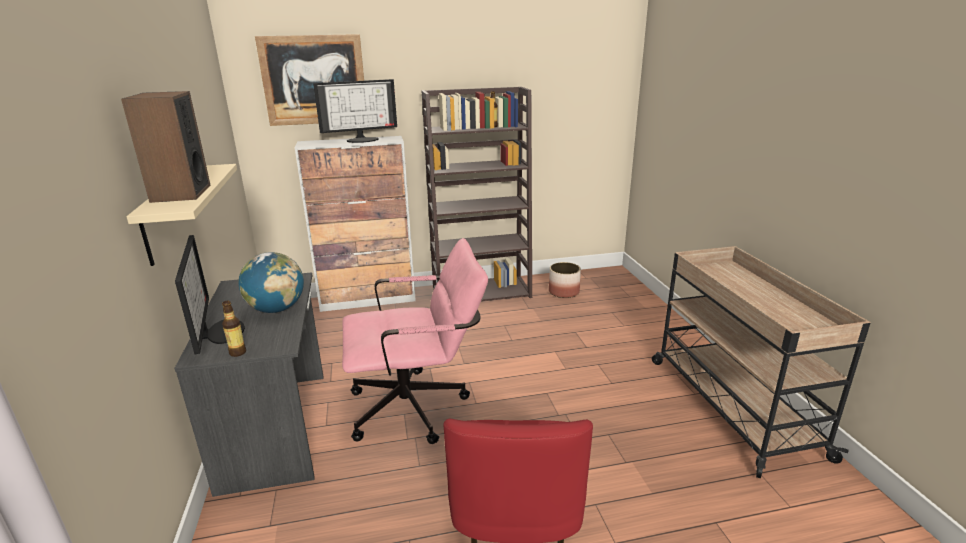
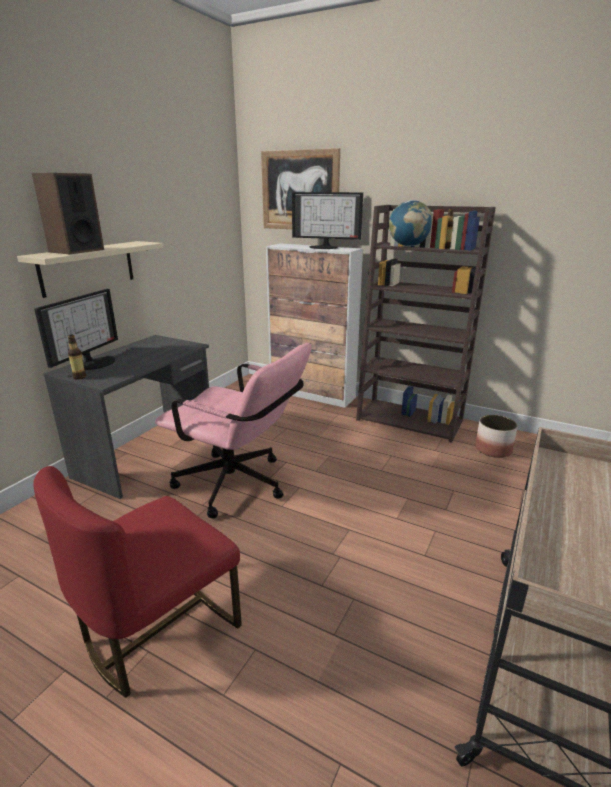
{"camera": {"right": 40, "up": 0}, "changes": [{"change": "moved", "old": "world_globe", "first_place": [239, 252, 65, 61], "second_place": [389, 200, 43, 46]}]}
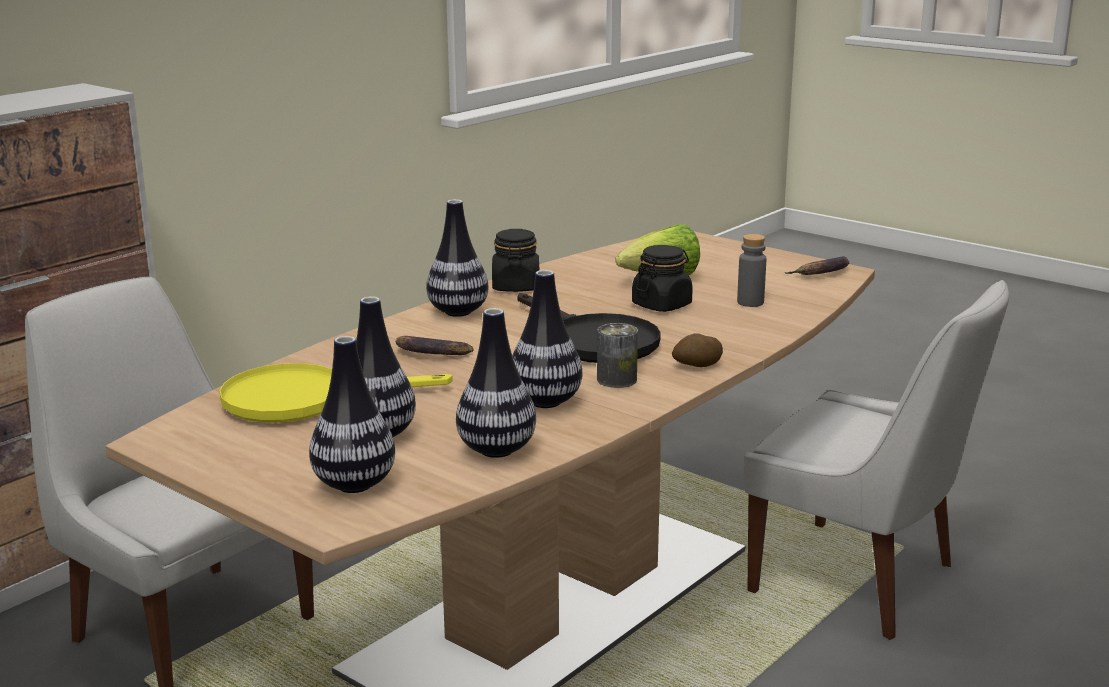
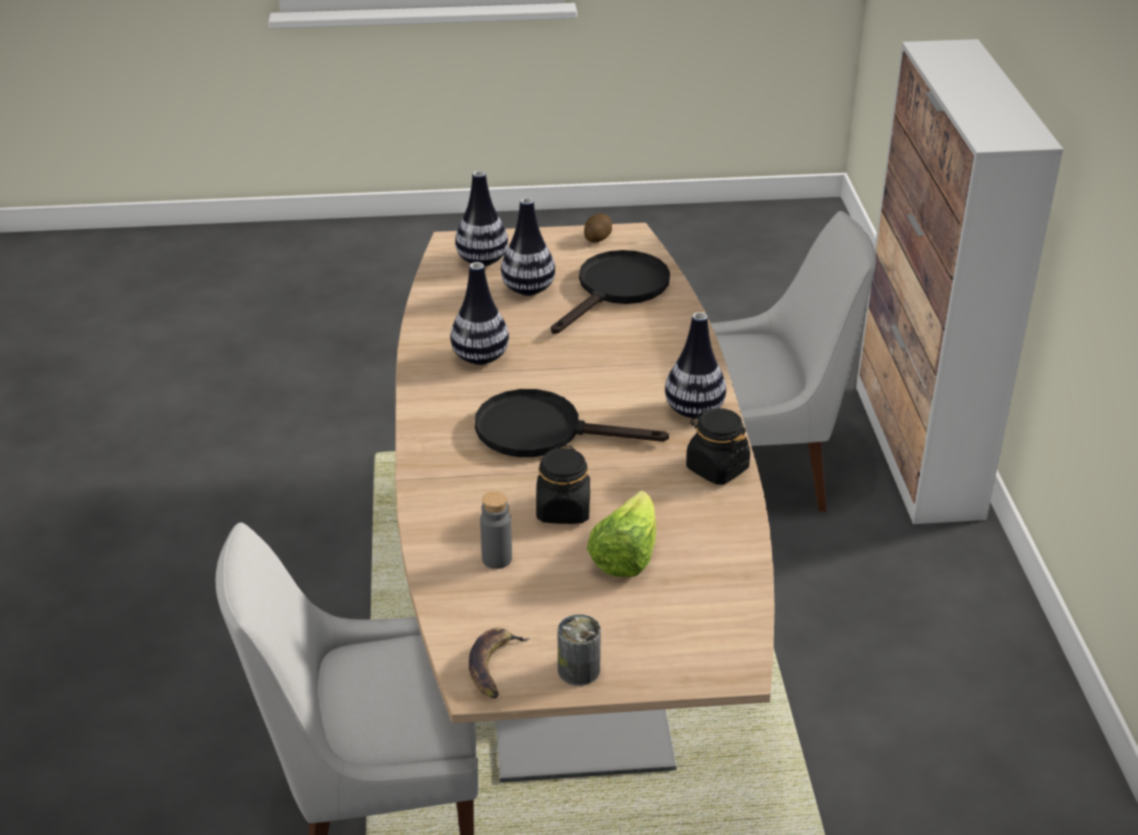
{"camera": {"right": 135, "up": 15}, "changes": [{"change": "removed", "old": "whole_banana", "first_place": [395, 336, 79, 19]}, {"change": "removed", "old": "vase", "first_place": [456, 308, 80, 150]}, {"change": "moved", "old": "metal_can", "first_place": [597, 323, 41, 65], "second_place": [558, 614, 43, 72]}, {"change": "moved", "old": "potato", "first_place": [672, 333, 51, 34], "second_place": [584, 213, 28, 30]}, {"change": "recoloured", "old": "yellow-coloured_pan", "new": "black-coloured_pan", "first_place": [219, 363, 234, 60], "second_place": [551, 250, 119, 84]}]}
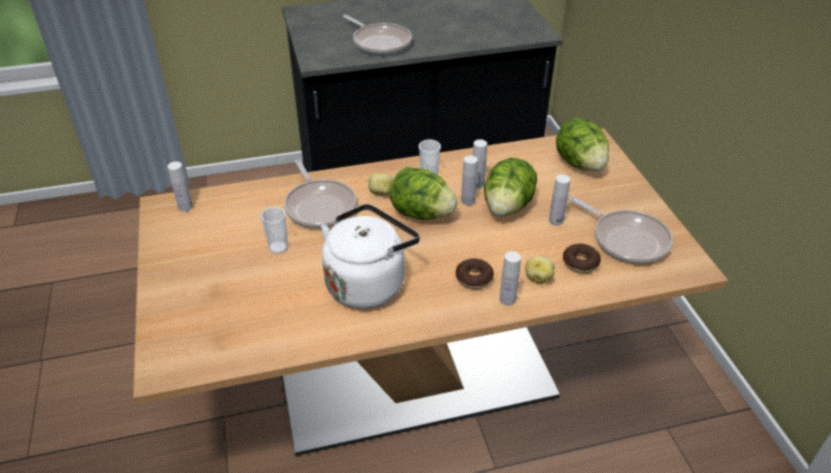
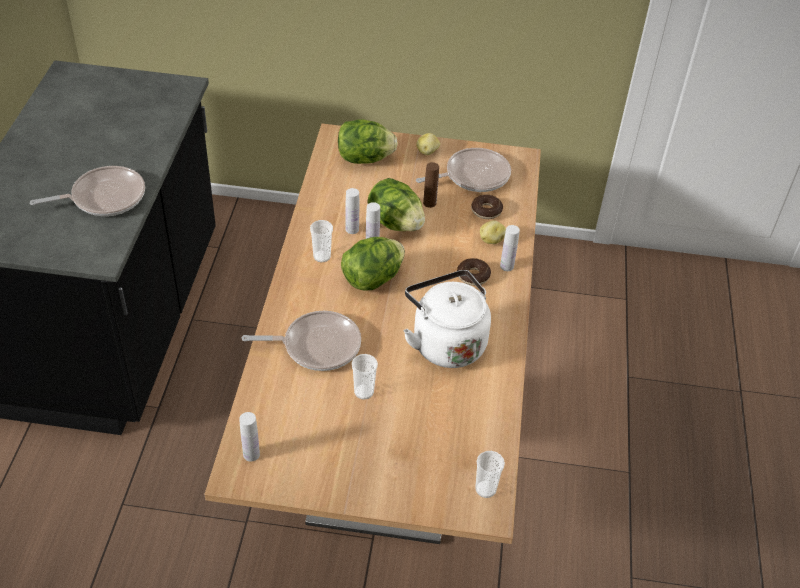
{"camera": {"right": -70, "up": 5}, "changes": [{"change": "added", "new": "drinking_cup", "second_place": [475, 451, 30, 47]}, {"change": "moved", "old": "potato", "first_place": [368, 173, 25, 23], "second_place": [417, 133, 23, 22]}, {"change": "recoloured", "old": "white-coloured_beverage_bottle", "new": "brownish_beverage_bottle", "first_place": [549, 175, 21, 51], "second_place": [423, 162, 16, 46]}]}
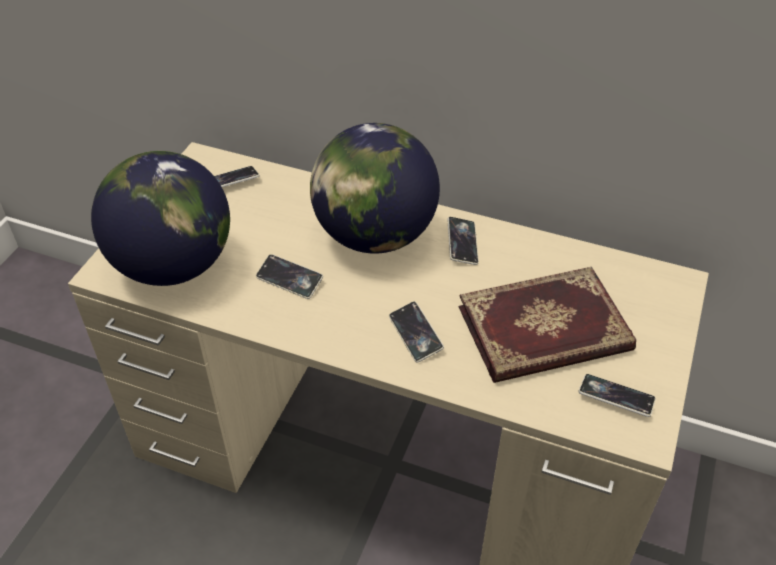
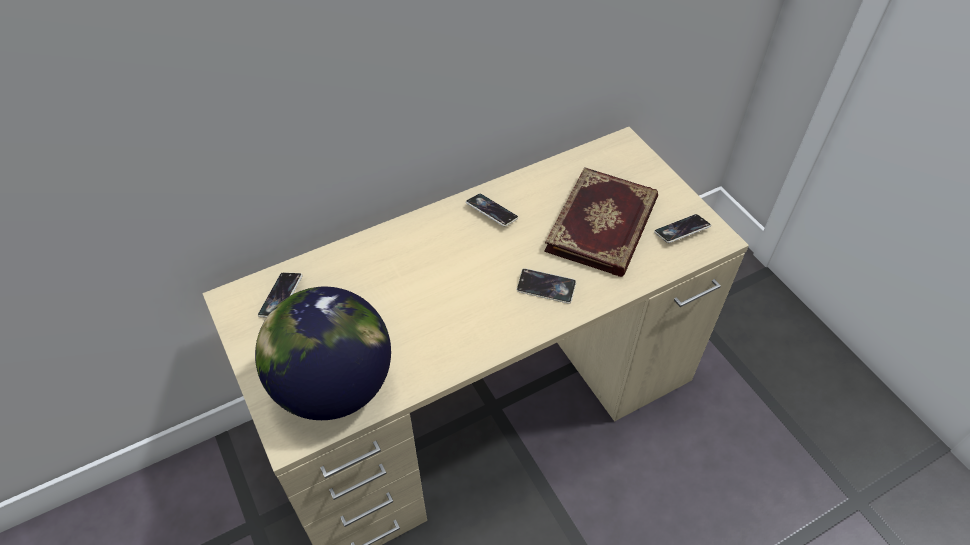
{"camera": {"right": -50, "up": 5}, "changes": [{"change": "removed", "old": "telephone", "first_place": [256, 254, 67, 45]}, {"change": "removed", "old": "world_globe", "first_place": [310, 123, 130, 131]}]}
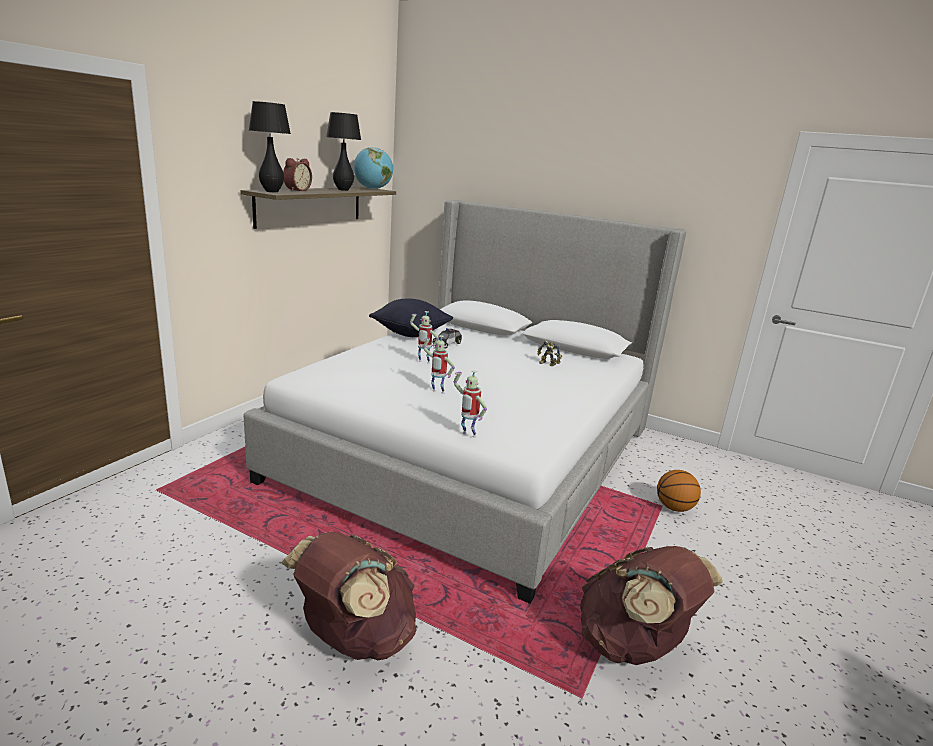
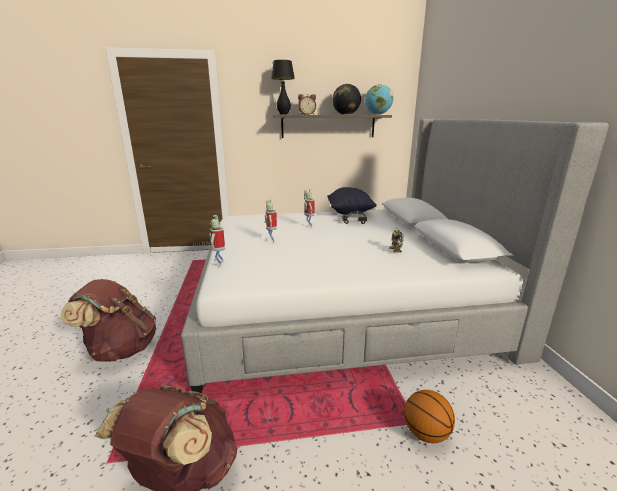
{"camera": {"right": 55, "up": 0}, "changes": [{"change": "replaced", "old": "black-coloured_lamp_for_a_table", "new": "world_globe", "first_place": [326, 112, 35, 79], "second_place": [332, 84, 29, 31]}]}
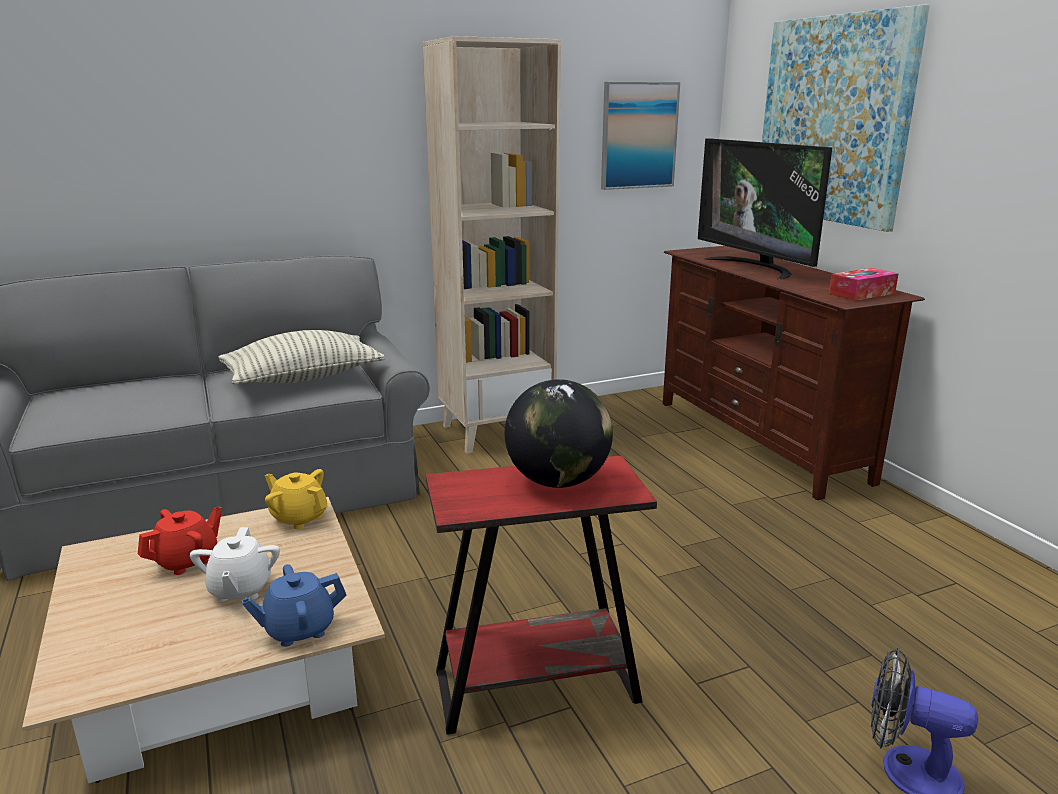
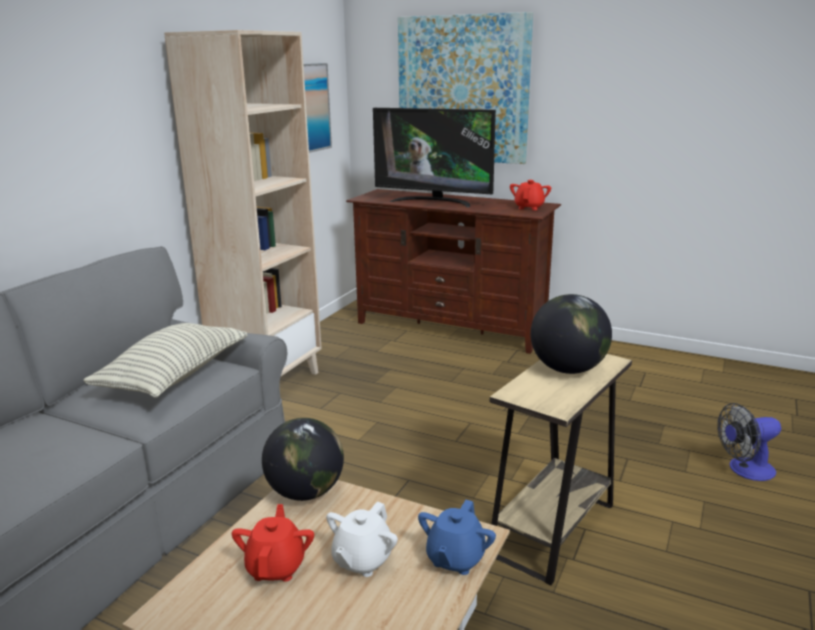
{"camera": {"right": -40, "up": 0}, "changes": [{"change": "replaced", "old": "yellow-coloured_pot_for_tea", "new": "world_globe", "first_place": [265, 469, 62, 60], "second_place": [262, 418, 82, 83]}, {"change": "replaced", "old": "tissue_box", "new": "red-coloured_pot_for_tea", "first_place": [829, 268, 70, 33], "second_place": [510, 180, 41, 30]}, {"change": "recoloured", "old": "red-coloured_accent_table", "new": "beige_accent_table", "first_place": [426, 456, 231, 279], "second_place": [490, 354, 142, 231]}, {"change": "turned", "old": "white-coloured_pot_for_tea", "first_place": [190, 527, 90, 75], "second_place": [326, 501, 72, 76], "degrees": 75}]}
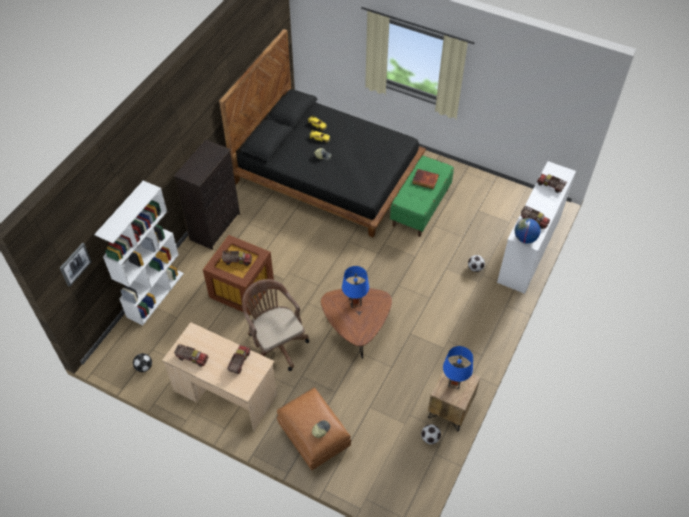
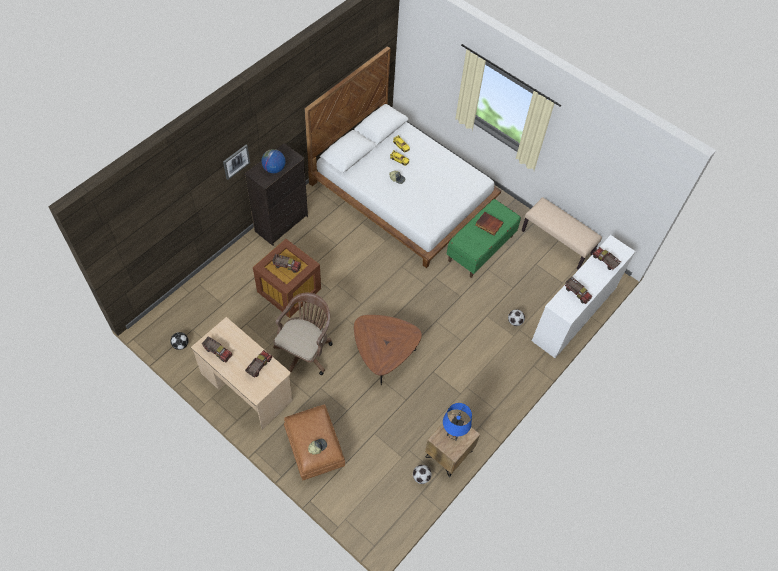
{"camera": {"right": 10, "up": 5}, "changes": [{"change": "removed", "old": "white-coloured_bookcase", "first_place": [94, 181, 90, 144]}, {"change": "removed", "old": "blue-coloured_lamp_for_a_table", "first_place": [342, 266, 27, 42]}, {"change": "added", "new": "beige_long_seat", "second_place": [521, 197, 81, 73]}, {"change": "moved", "old": "wall_art", "first_place": [60, 243, 32, 44], "second_place": [223, 145, 27, 35]}, {"change": "moved", "old": "world_globe", "first_place": [515, 218, 25, 26], "second_place": [261, 149, 25, 24]}, {"change": "recoloured", "old": "black-coloured_sleeping_bed", "new": "white-coloured_sleeping_bed", "first_place": [219, 29, 207, 208], "second_place": [304, 46, 197, 222]}, {"change": "turned", "old": "brownish_computer_chair", "first_place": [242, 279, 67, 92], "second_place": [273, 293, 60, 83], "degrees": 45}]}
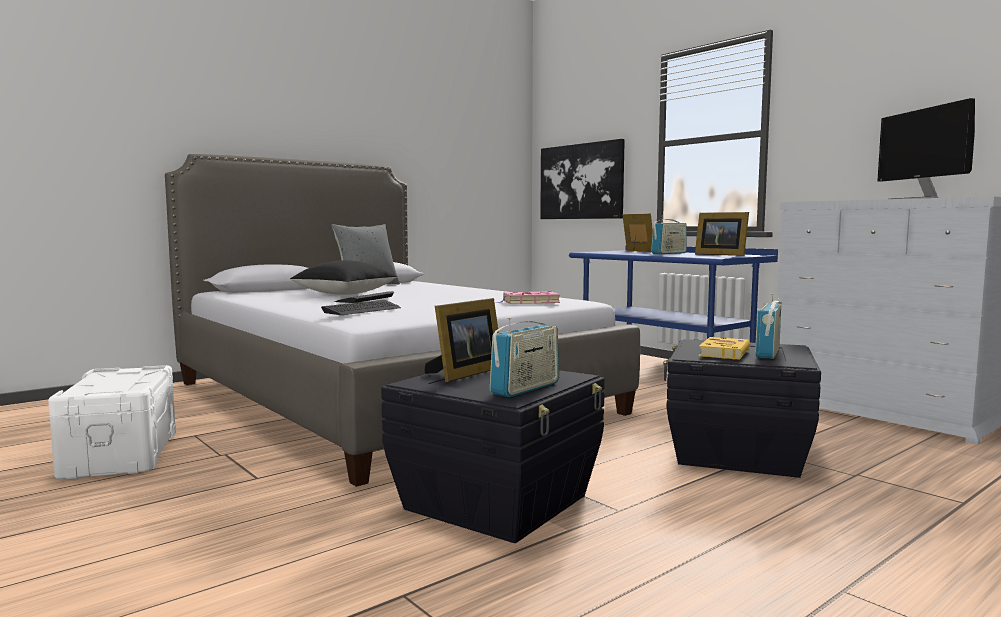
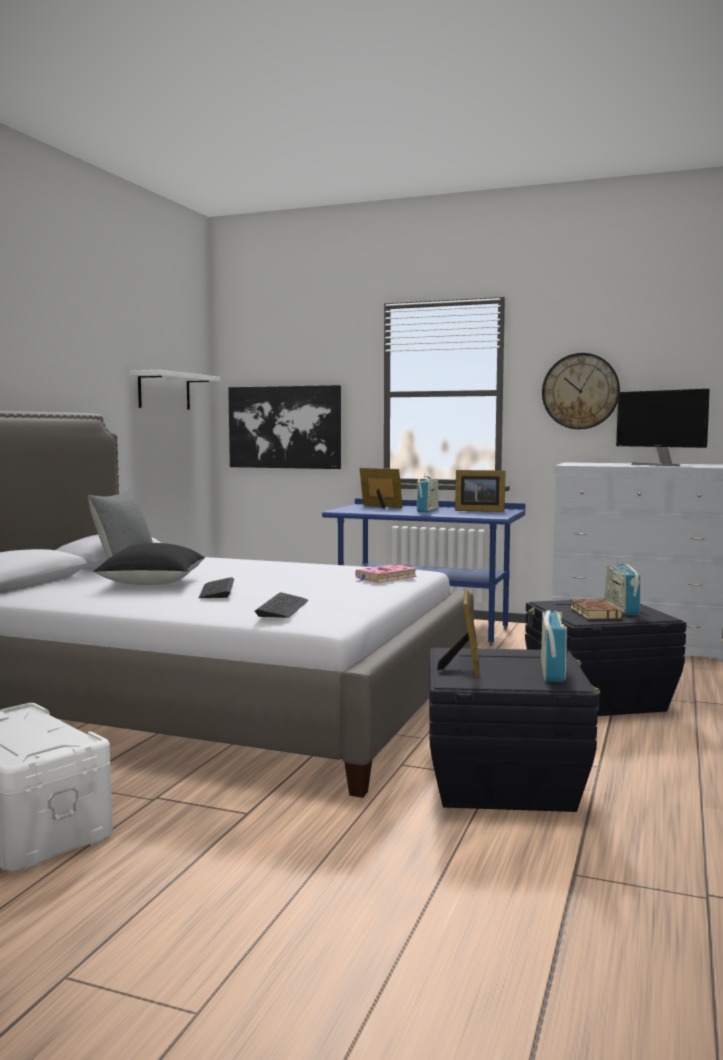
{"camera": {"right": -30, "up": 0}, "changes": [{"change": "added", "new": "white-coloured_bracket_shelf", "second_place": [130, 370, 90, 40]}, {"change": "added", "new": "hanging_clock", "second_place": [542, 353, 78, 77]}, {"change": "recoloured", "old": "yellow-coloured_book", "new": "brownish_book", "first_place": [699, 337, 51, 23], "second_place": [570, 599, 53, 21]}]}
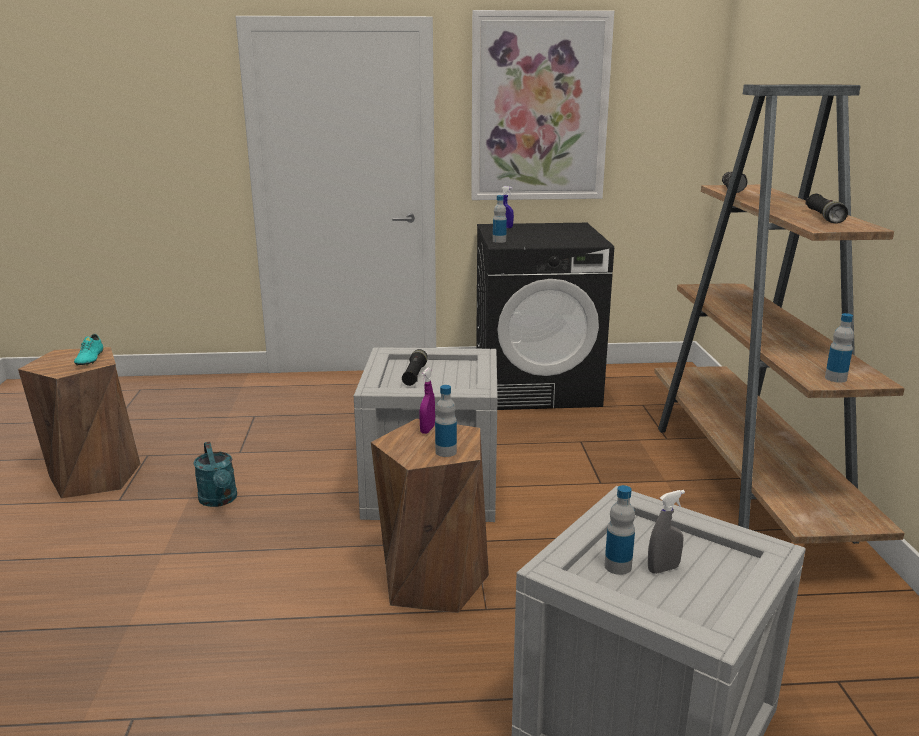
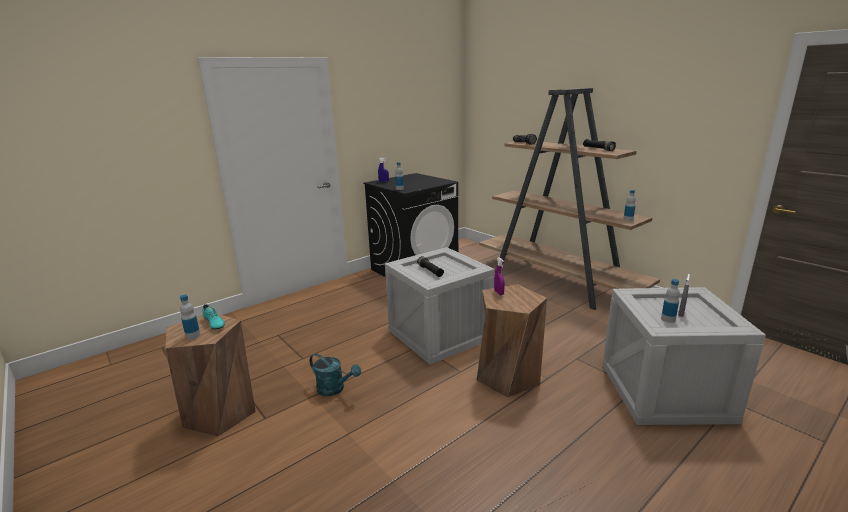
{"camera": {"right": -35, "up": 0}, "changes": [{"change": "removed", "old": "wall_art", "first_place": [471, 10, 143, 190]}, {"change": "moved", "old": "beverage_bottle", "first_place": [435, 385, 22, 72], "second_place": [180, 295, 21, 44]}]}
